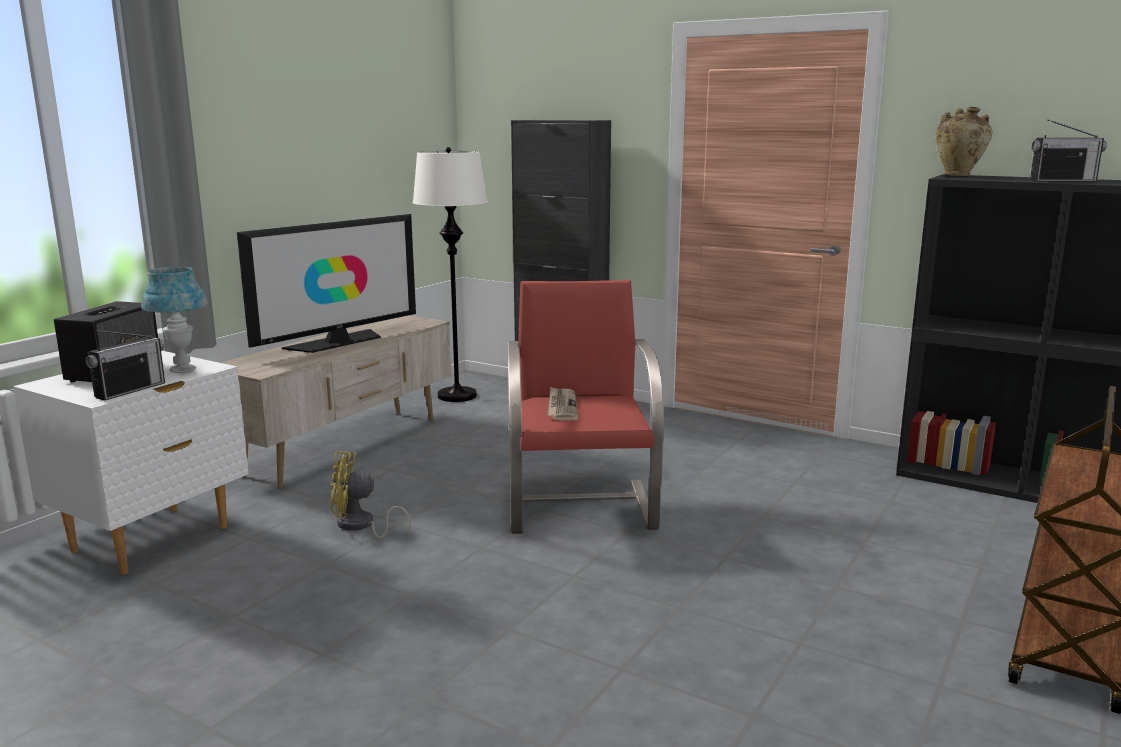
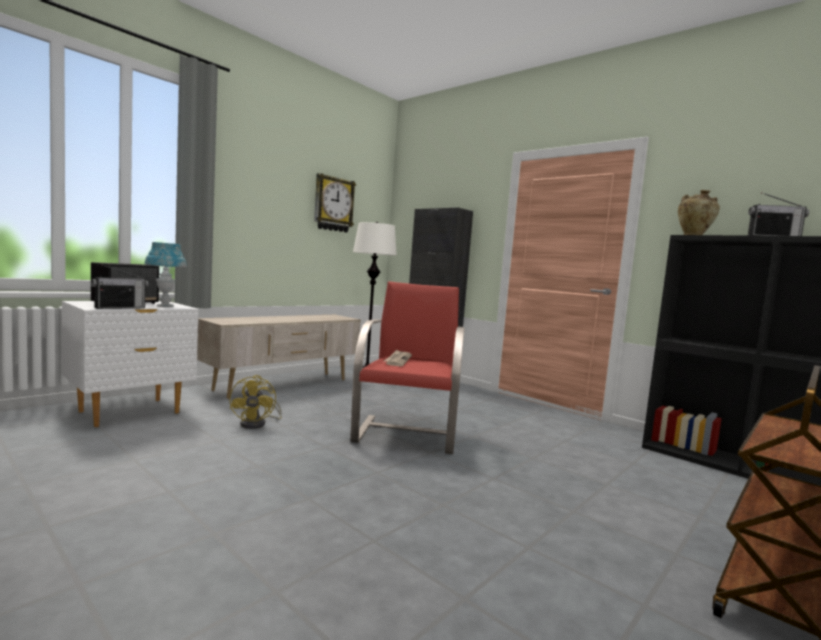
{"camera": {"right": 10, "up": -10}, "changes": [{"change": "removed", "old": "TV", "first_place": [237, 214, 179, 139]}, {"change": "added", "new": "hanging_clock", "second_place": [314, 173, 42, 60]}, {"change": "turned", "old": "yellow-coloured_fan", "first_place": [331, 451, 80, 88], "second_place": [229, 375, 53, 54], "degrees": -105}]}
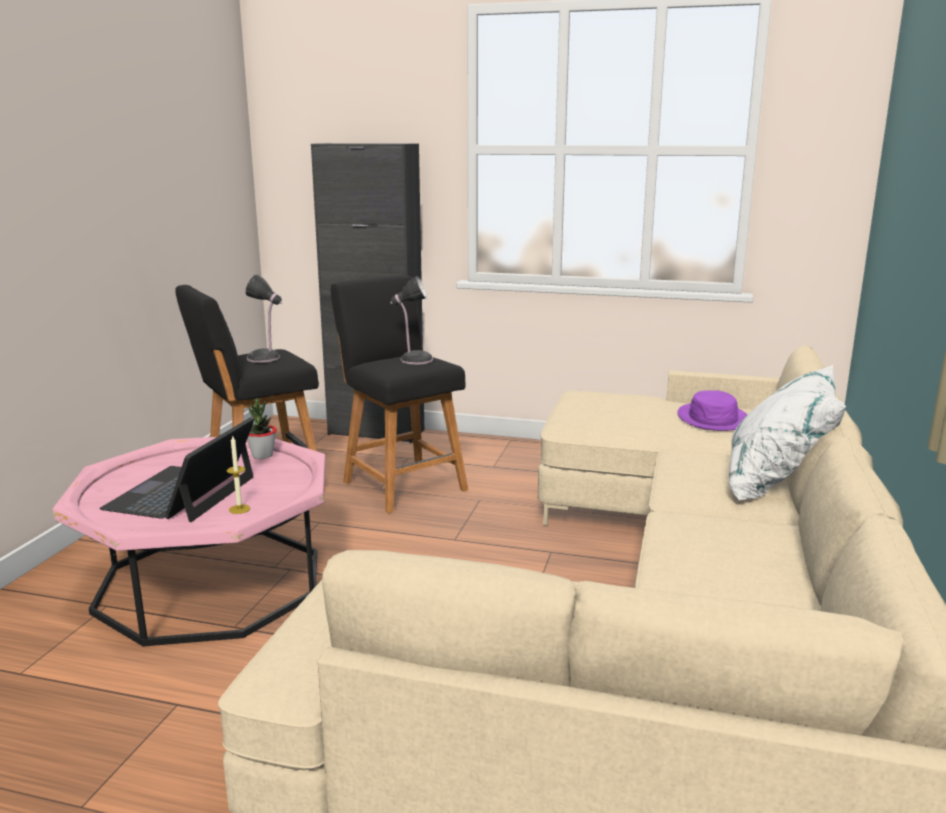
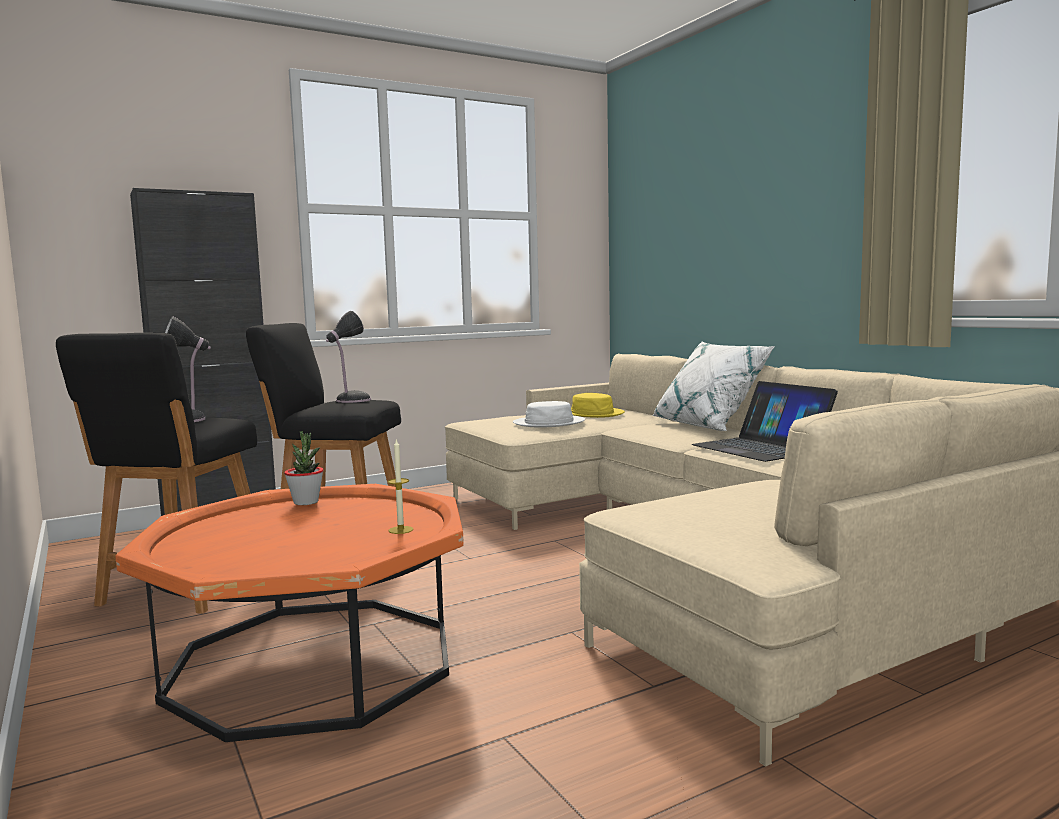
{"camera": {"right": -45, "up": -10}, "changes": [{"change": "added", "new": "white-coloured_wearable_hat", "second_place": [513, 401, 72, 26]}, {"change": "moved", "old": "notebook_computer", "first_place": [99, 417, 155, 105], "second_place": [692, 381, 146, 81]}, {"change": "recoloured", "old": "pink-coloured_low_table", "new": "orange_low_table", "first_place": [53, 437, 273, 209], "second_place": [116, 484, 348, 258]}, {"change": "recoloured", "old": "purple_wearable_hat", "new": "yellow-coloured_wearable_hat", "first_place": [678, 390, 69, 41], "second_place": [571, 393, 54, 25]}]}
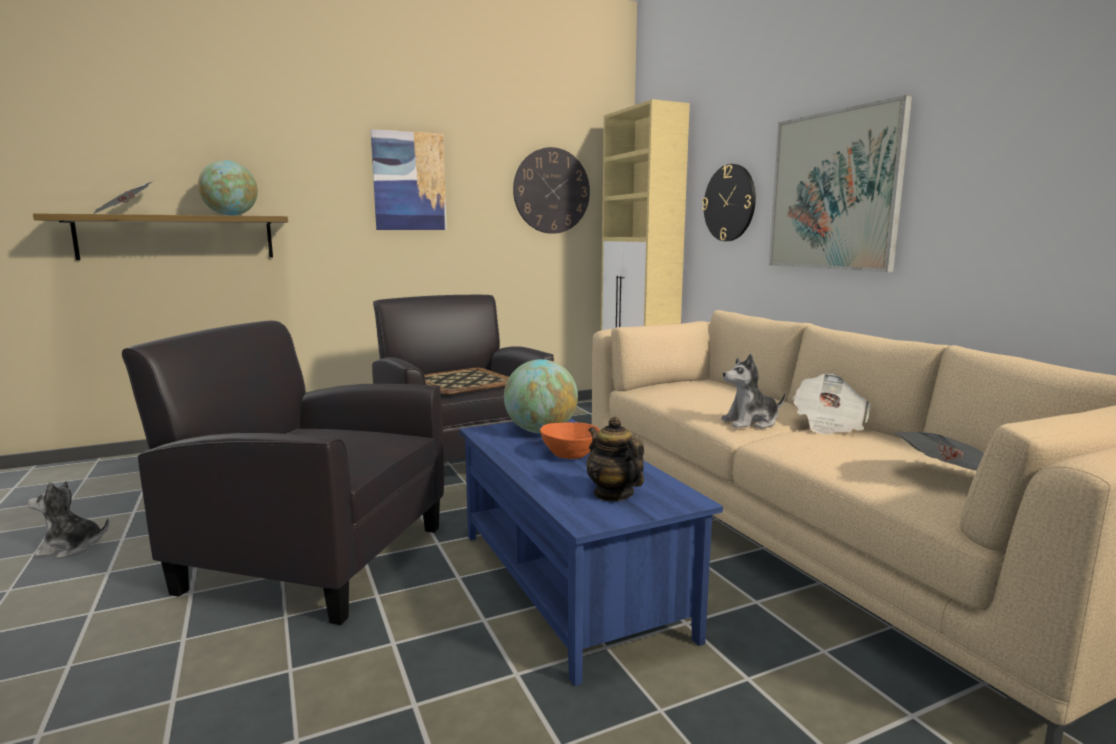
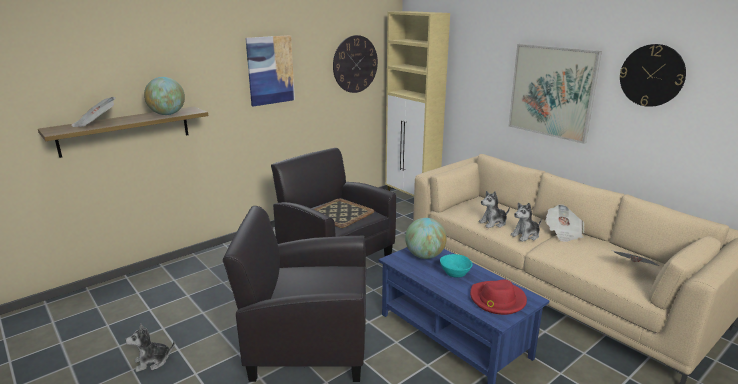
{"camera": {"right": -15, "up": 10}, "changes": [{"change": "added", "new": "cuddly_toy", "second_place": [479, 191, 31, 37]}, {"change": "moved", "old": "hanging_clock", "first_place": [702, 164, 54, 77], "second_place": [620, 44, 66, 63]}, {"change": "replaced", "old": "pot_for_tea", "new": "red-coloured_wearable_hat", "first_place": [586, 417, 58, 84], "second_place": [470, 279, 57, 36]}, {"change": "recoloured", "old": "orange_serving_bowl", "new": "turquoise_serving_bowl", "first_place": [540, 422, 60, 37], "second_place": [440, 254, 32, 24]}]}
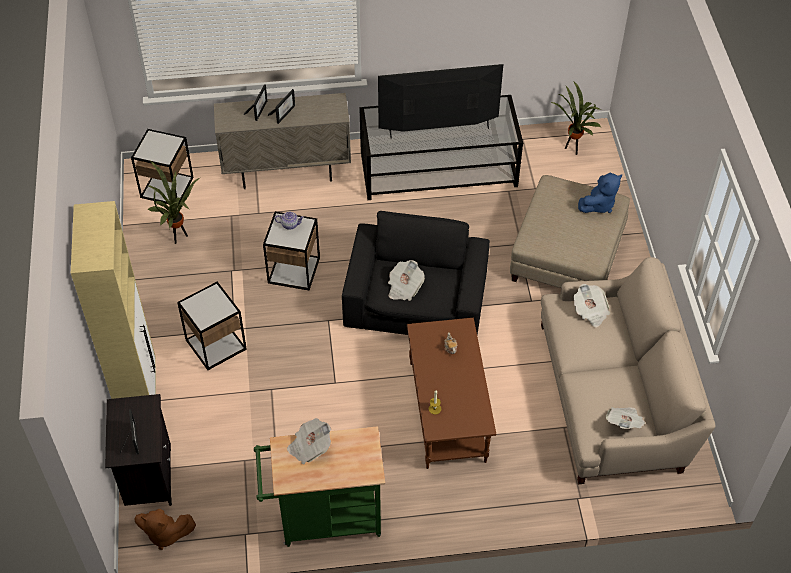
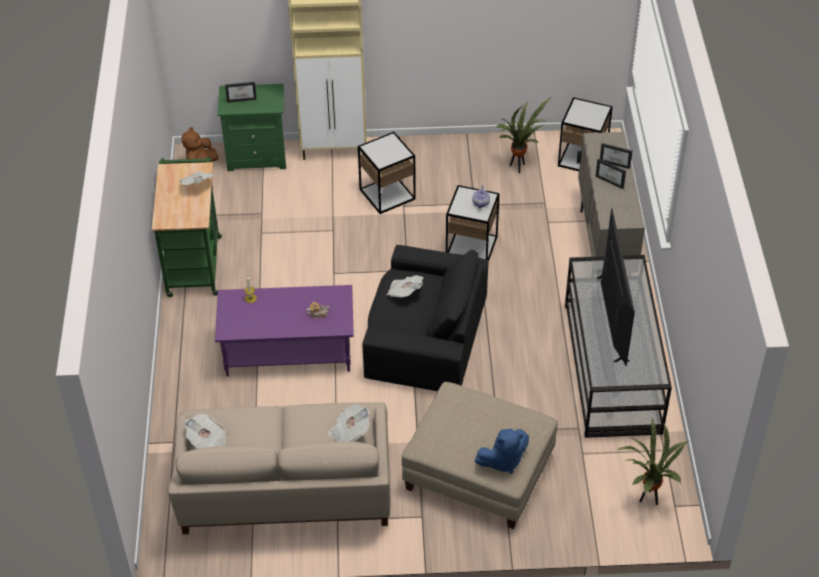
{"camera": {"right": 95, "up": -5}, "changes": [{"change": "recoloured", "old": "black-coloured_nightstand", "new": "green-coloured_nightstand", "first_place": [105, 394, 67, 112], "second_place": [218, 84, 68, 87]}, {"change": "recoloured", "old": "brownish_low_table", "new": "purple_low_table", "first_place": [407, 318, 89, 151], "second_place": [215, 285, 139, 92]}, {"change": "turned", "old": "blue-coloured_cuddly_toy", "first_place": [578, 173, 44, 40], "second_place": [475, 429, 54, 45], "degrees": -75}]}
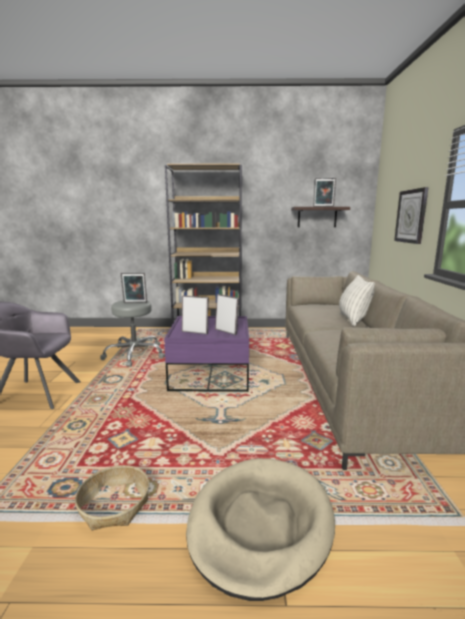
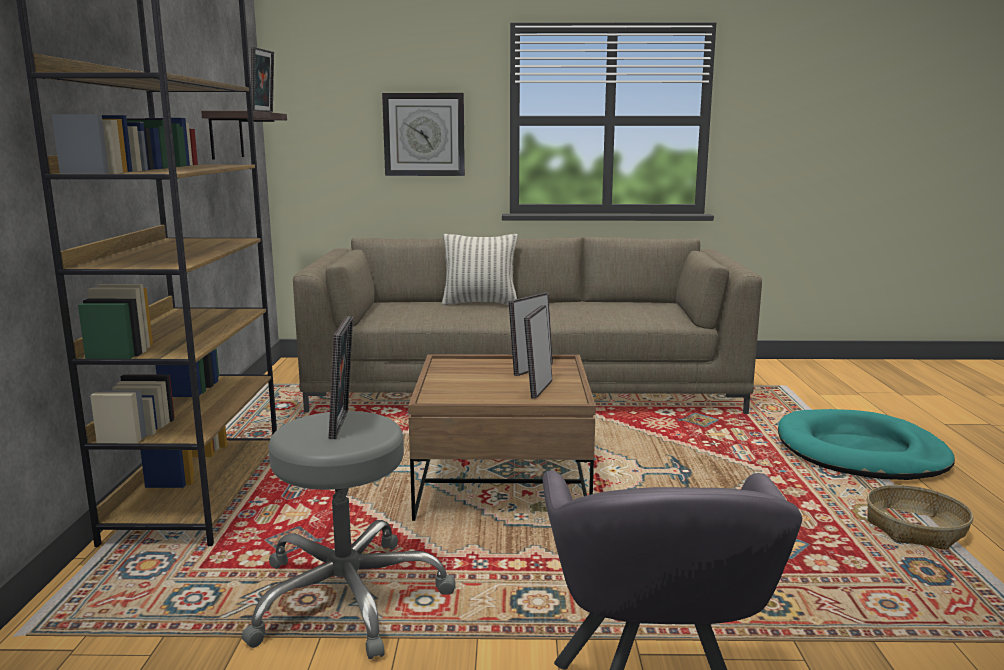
{"camera": {"right": -90, "up": 0}, "changes": [{"change": "recoloured", "old": "purple_low_table", "new": "brownish_low_table", "first_place": [164, 316, 85, 76], "second_place": [408, 354, 188, 167]}, {"change": "recoloured", "old": "beige_pet_bed", "new": "turquoise_pet_bed", "first_place": [186, 458, 149, 143], "second_place": [778, 409, 177, 71]}]}
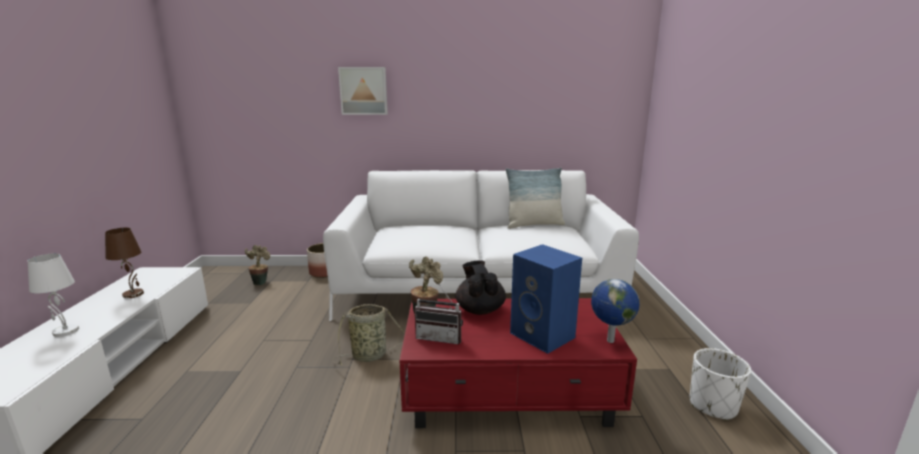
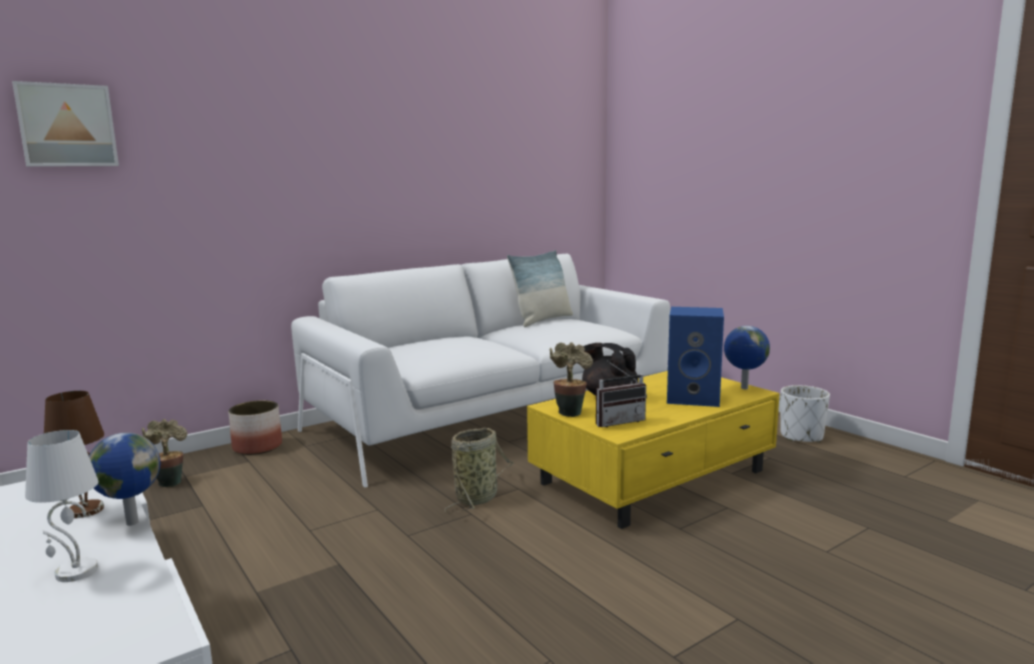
{"camera": {"right": -35, "up": -5}, "changes": [{"change": "added", "new": "world_globe", "second_place": [89, 433, 71, 93]}, {"change": "moved", "old": "wall_art", "first_place": [338, 67, 50, 48], "second_place": [12, 81, 107, 86]}, {"change": "recoloured", "old": "red-coloured_low_table", "new": "yellow-coloured_low_table", "first_place": [400, 298, 237, 130], "second_place": [527, 371, 253, 158]}]}
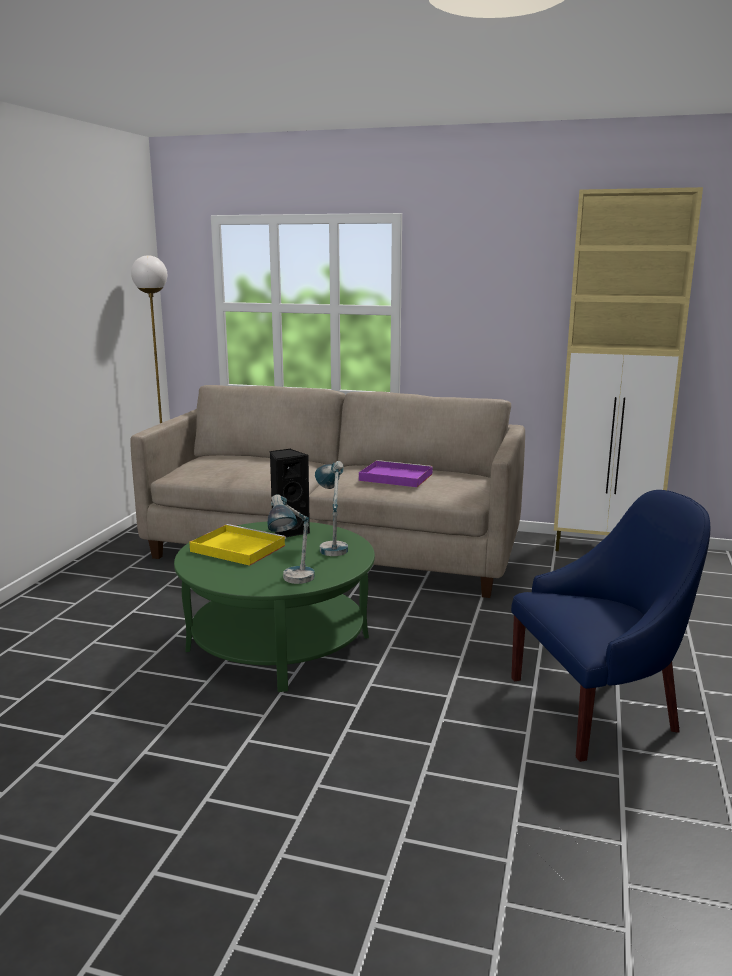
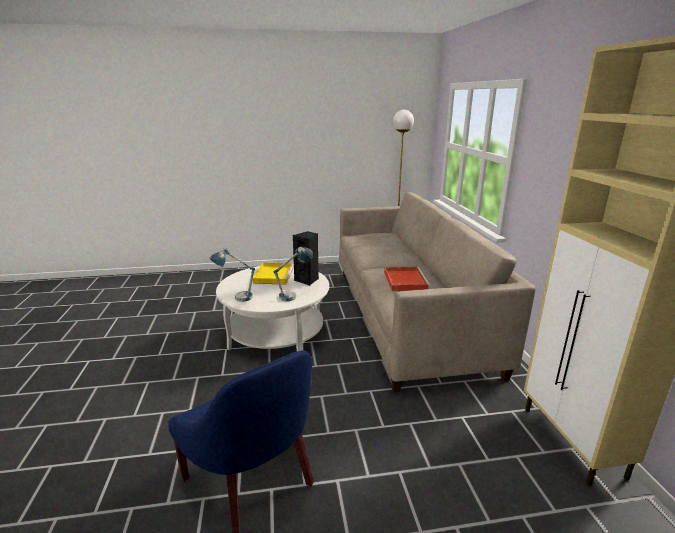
{"camera": {"right": 65, "up": 5}, "changes": [{"change": "recoloured", "old": "green-coloured_low_table", "new": "white-coloured_low_table", "first_place": [174, 521, 201, 171], "second_place": [216, 266, 113, 85]}, {"change": "recoloured", "old": "purple_carrying_tray", "new": "red-coloured_carrying_tray", "first_place": [359, 460, 74, 27], "second_place": [384, 267, 46, 24]}]}
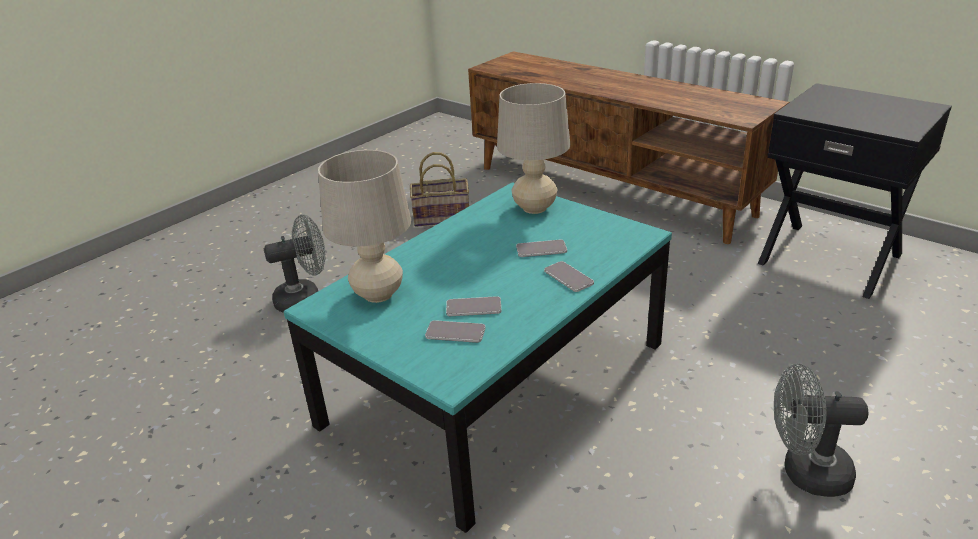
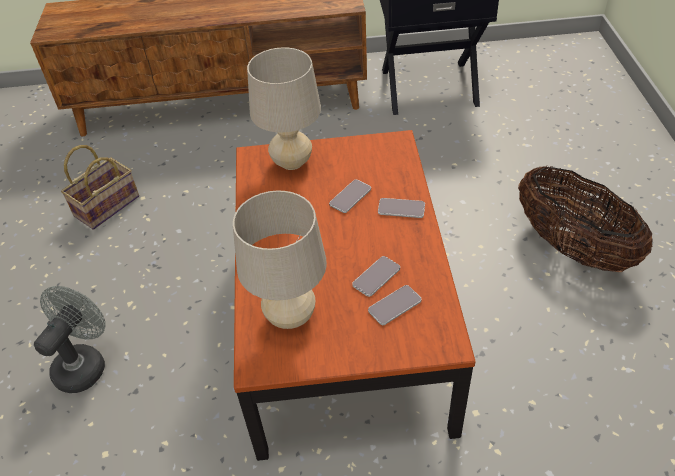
{"camera": {"right": -45, "up": 15}, "changes": [{"change": "replaced", "old": "grey_fan", "new": "basket", "first_place": [774, 364, 94, 133], "second_place": [518, 166, 135, 106]}, {"change": "recoloured", "old": "turquoise_low_table", "new": "brownish_low_table", "first_place": [284, 182, 388, 351], "second_place": [234, 130, 242, 331]}]}
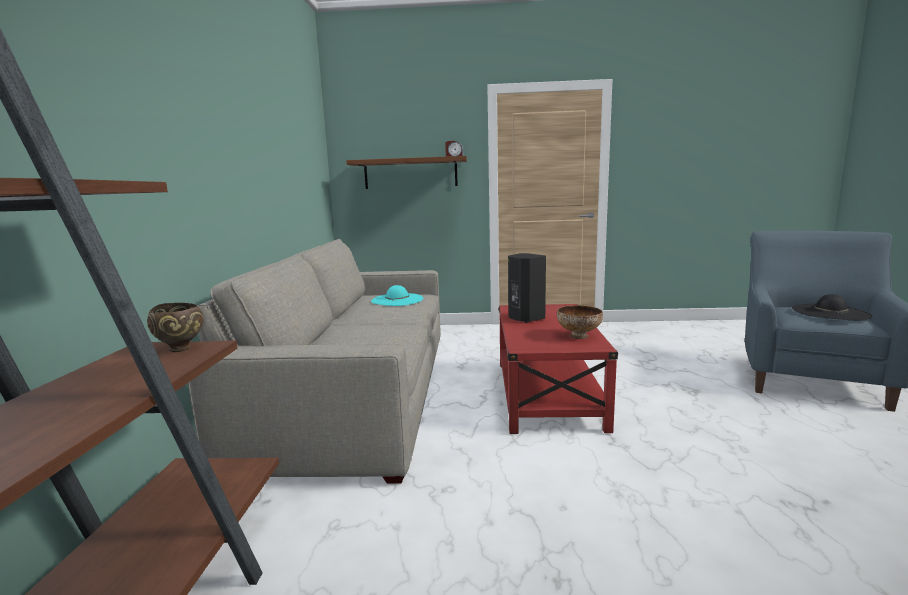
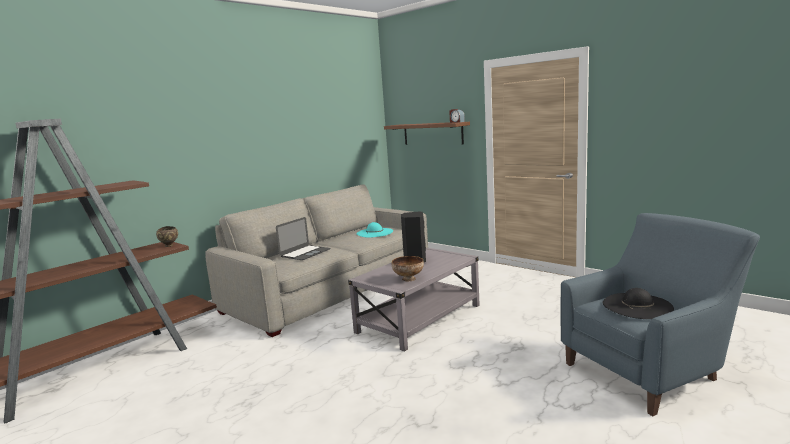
{"camera": {"right": 40, "up": 0}, "changes": [{"change": "added", "new": "notebook_computer", "second_place": [276, 217, 54, 43]}, {"change": "recoloured", "old": "red-coloured_low_table", "new": "grey_low_table", "first_place": [498, 304, 120, 130], "second_place": [348, 248, 131, 103]}]}
